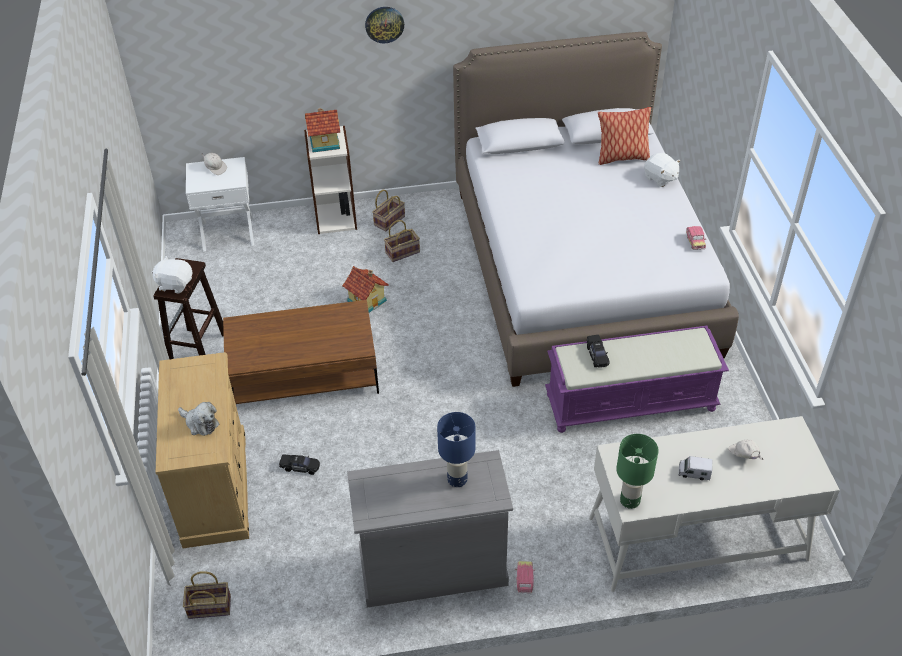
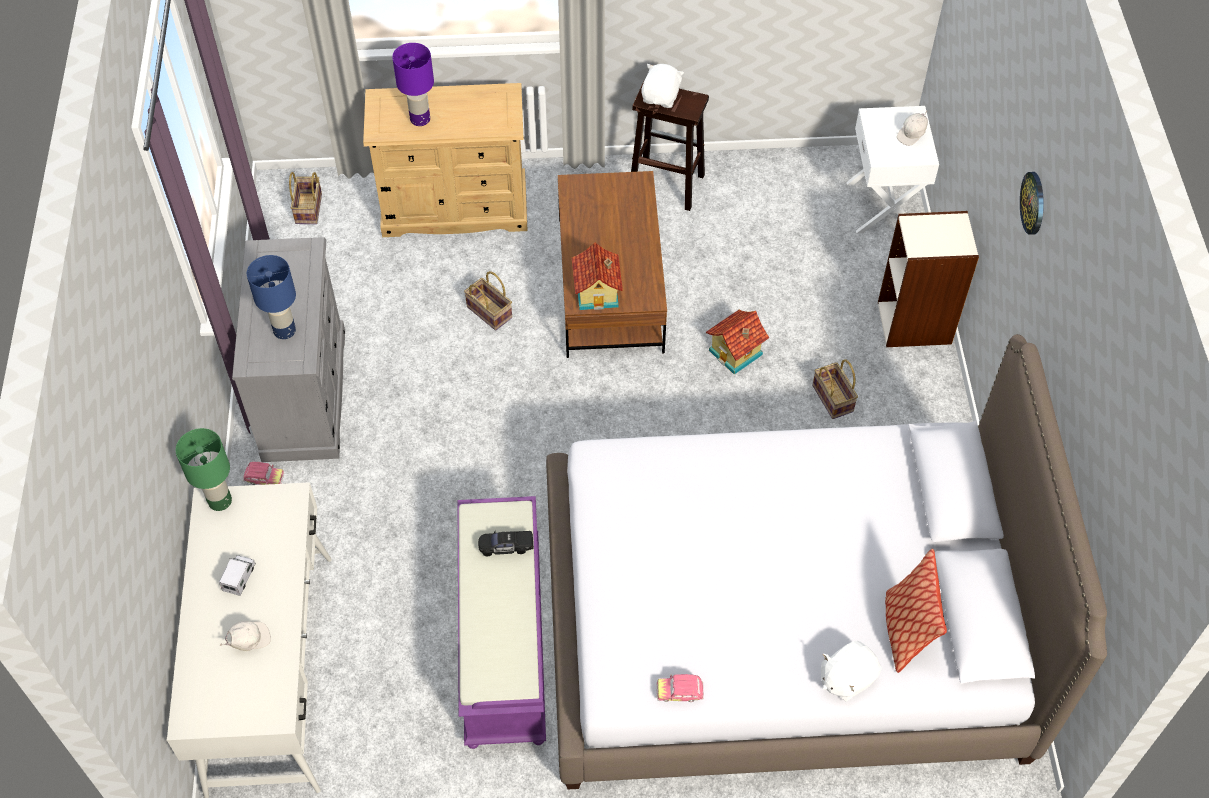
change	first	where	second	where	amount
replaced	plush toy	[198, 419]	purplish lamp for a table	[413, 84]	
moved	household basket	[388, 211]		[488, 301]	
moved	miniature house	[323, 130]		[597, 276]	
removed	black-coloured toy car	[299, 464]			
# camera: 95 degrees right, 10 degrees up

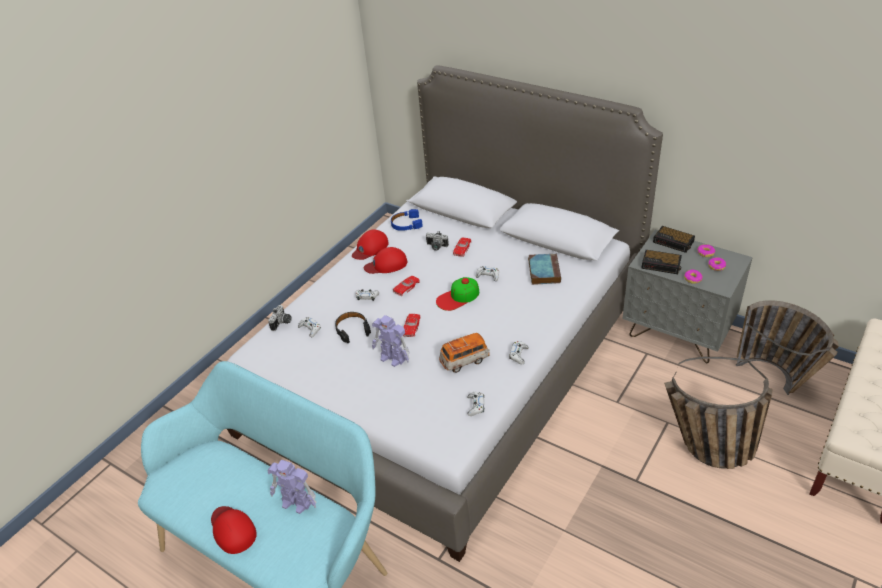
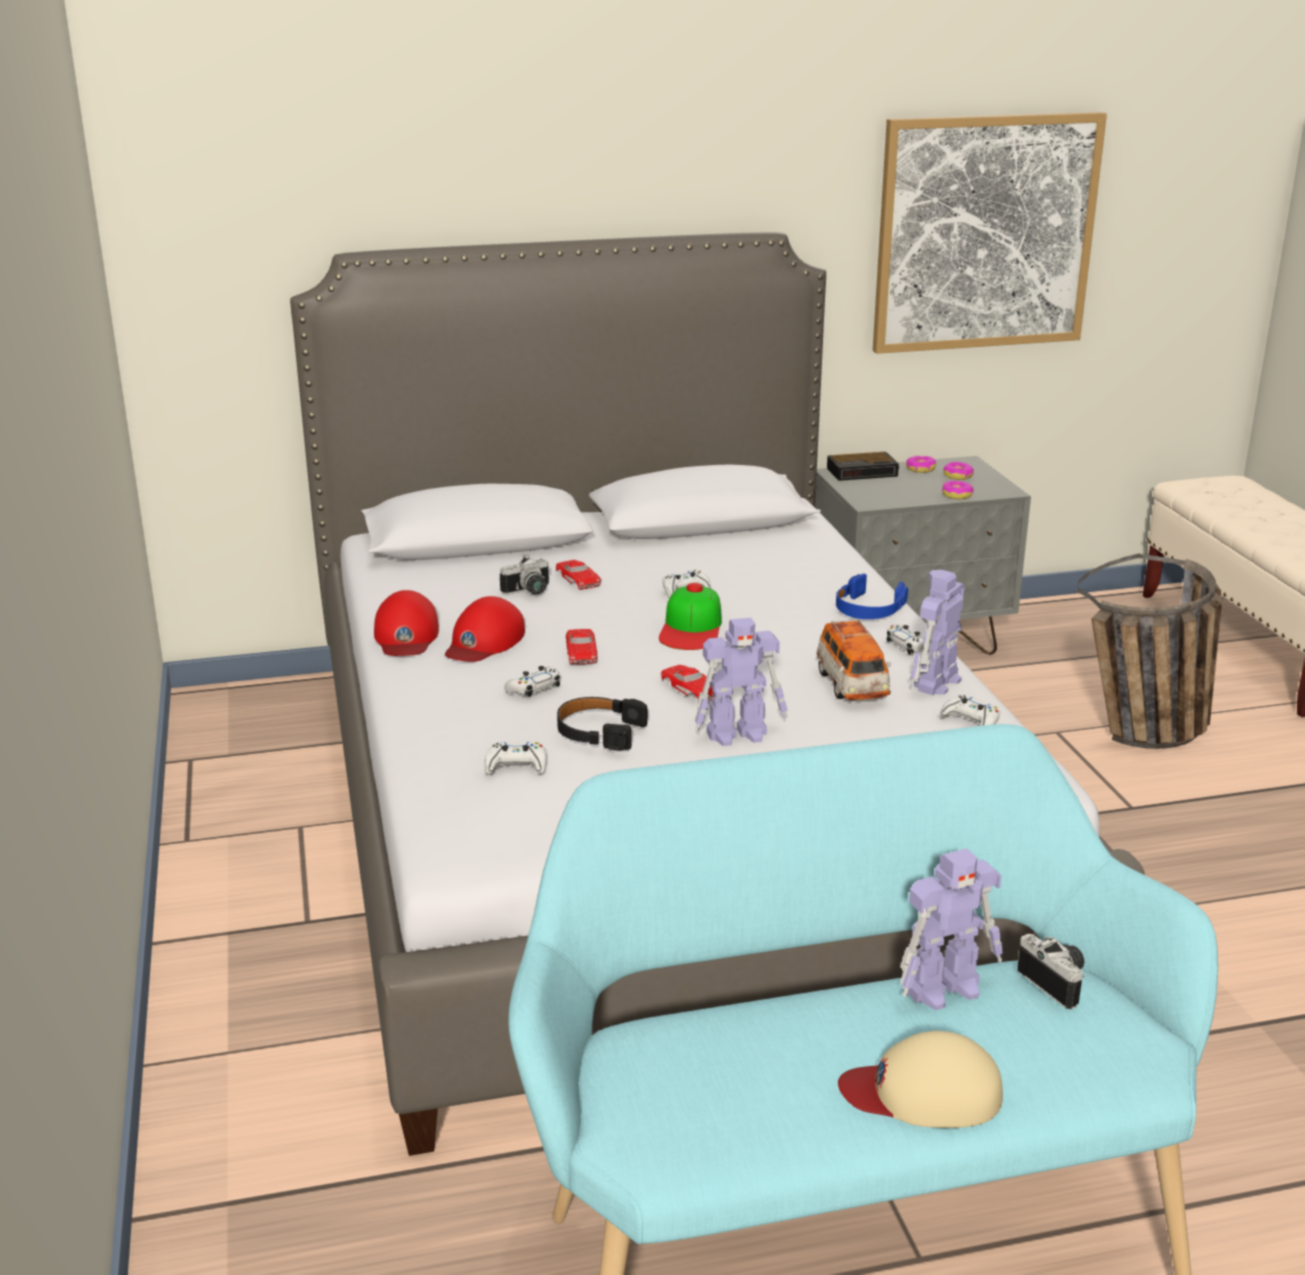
change	first	where	second	where	amount
turned	toy car	[464, 353]		[853, 659]	150 degrees clockwise
moved	blue-coloured headphones	[407, 220]		[872, 596]	
recoloured	red-coloured cap	[234, 530]	beige cap	[920, 1079]	
added			wall art	[990, 233]	
added			model robot	[938, 632]	
moved	still camera	[280, 318]		[1050, 971]	
removed	book	[544, 269]			
removed	alarm clock	[661, 262]			
removed	household basket	[787, 347]			
# camera: 50 degrees left, 15 degrees down

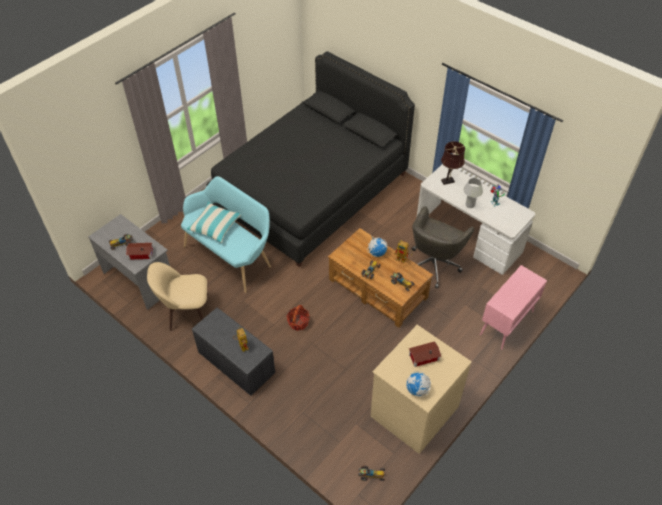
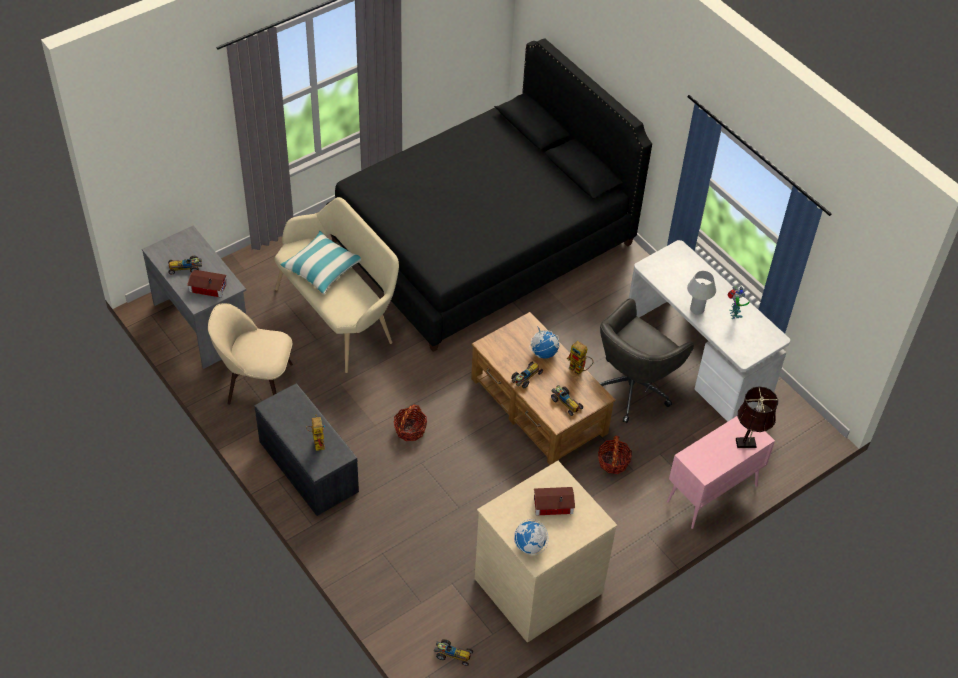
change	first	where	second	where	amount
recoloured	blue-green long seat	[226, 234]	beige long seat	[337, 285]	
added			household basket	[615, 455]	
moved	brownish lamp for a table	[453, 163]		[757, 417]	
# camera: 10 degrees right, 0 degrees up

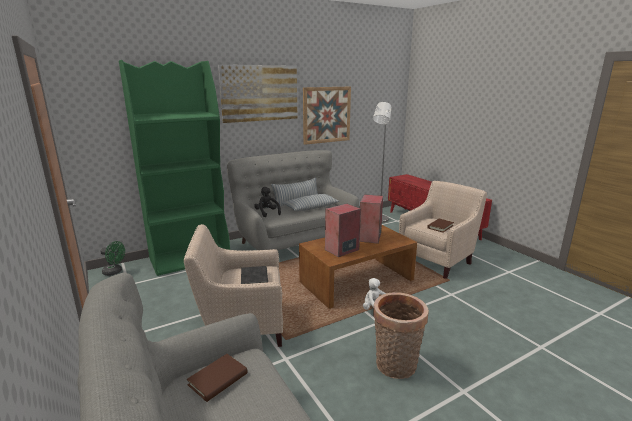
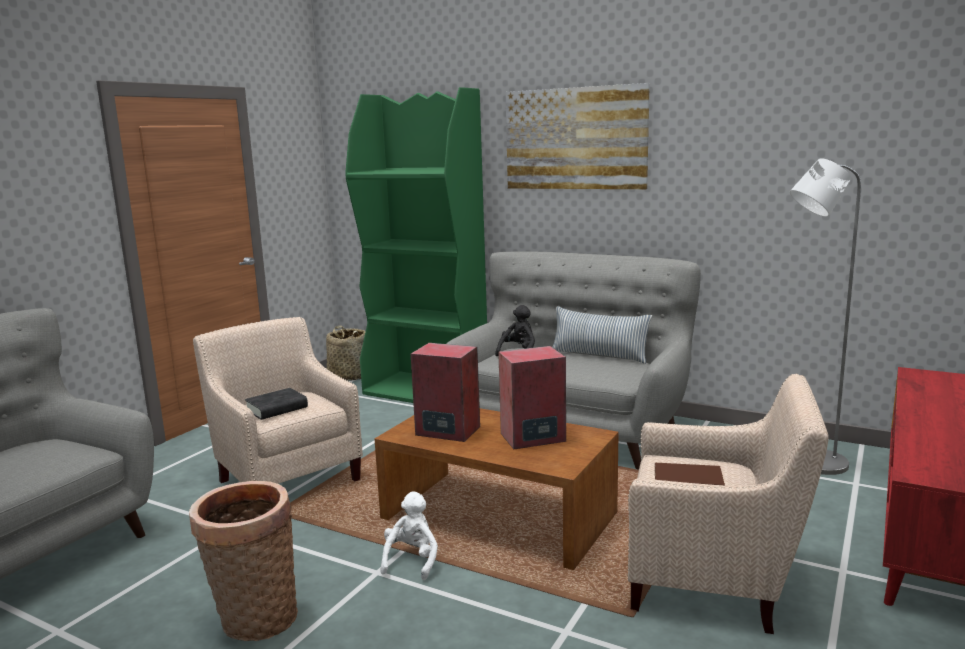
change	first	where	second	where	amount
replaced	green fan	[112, 258]	household basket	[346, 353]	
removed	brownish book	[217, 378]			
removed	pillow	[310, 202]			
removed	wall art	[327, 116]			
# camera: 60 degrees right, 5 degrees down

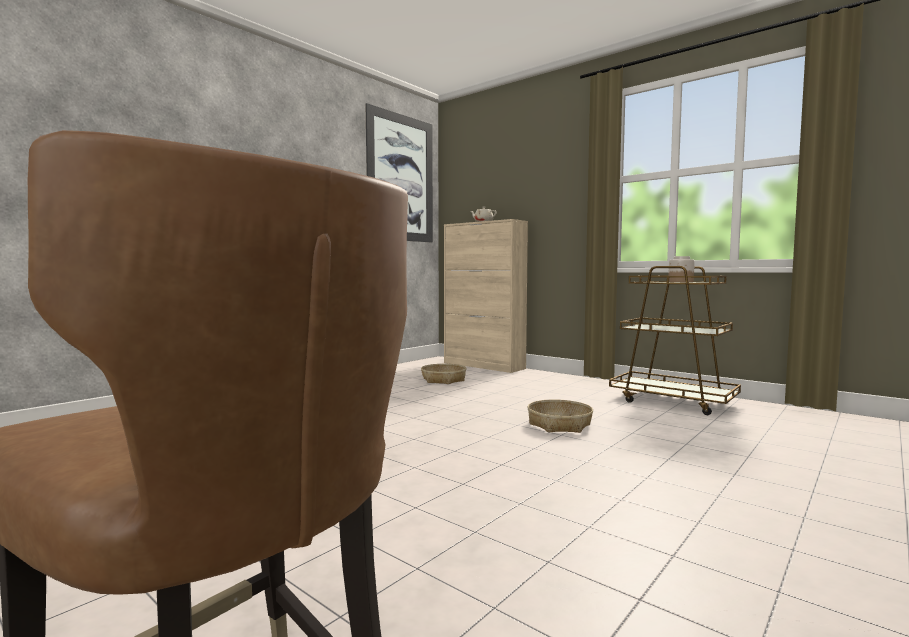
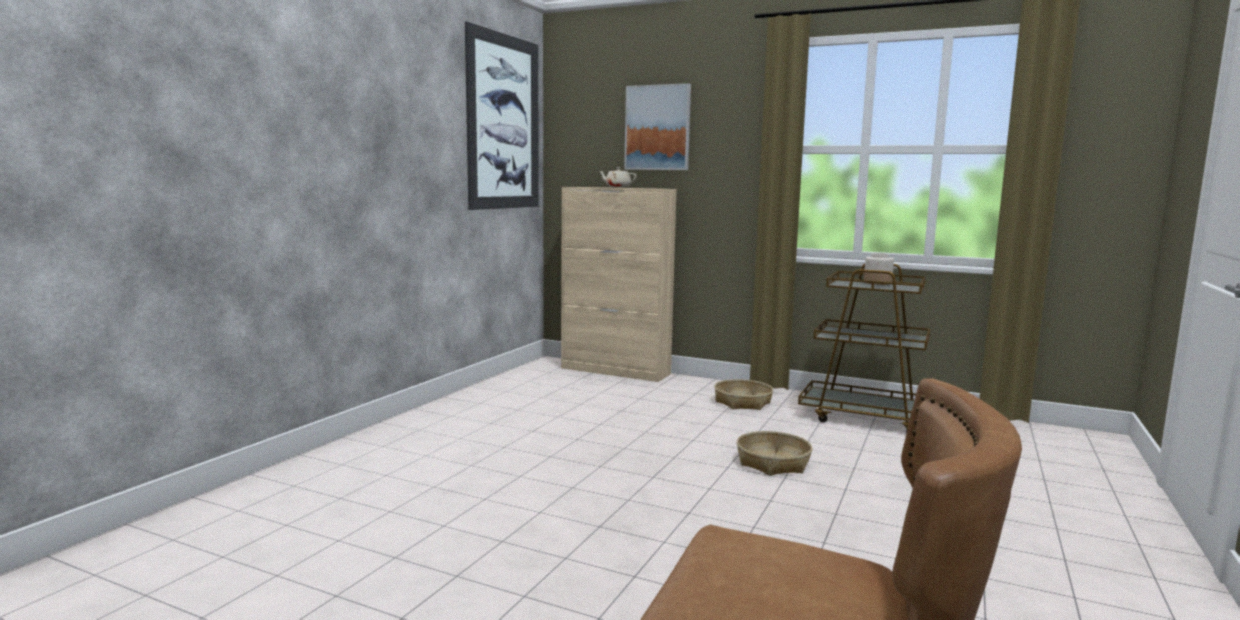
change	first	where	second	where	amount
added			wall art	[657, 126]	
moved	household basket	[443, 374]		[743, 394]	
# camera: 15 degrees left, 5 degrees up

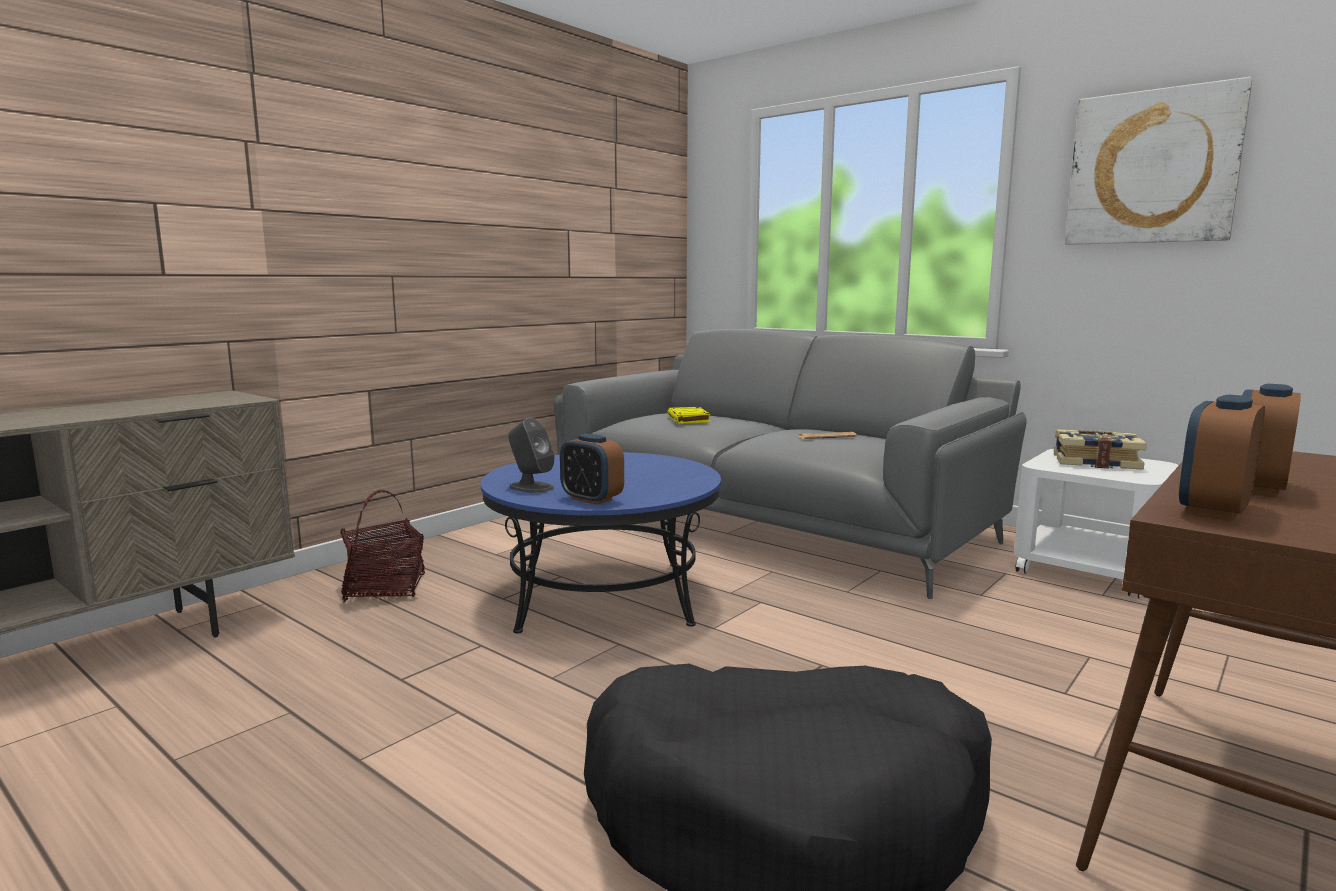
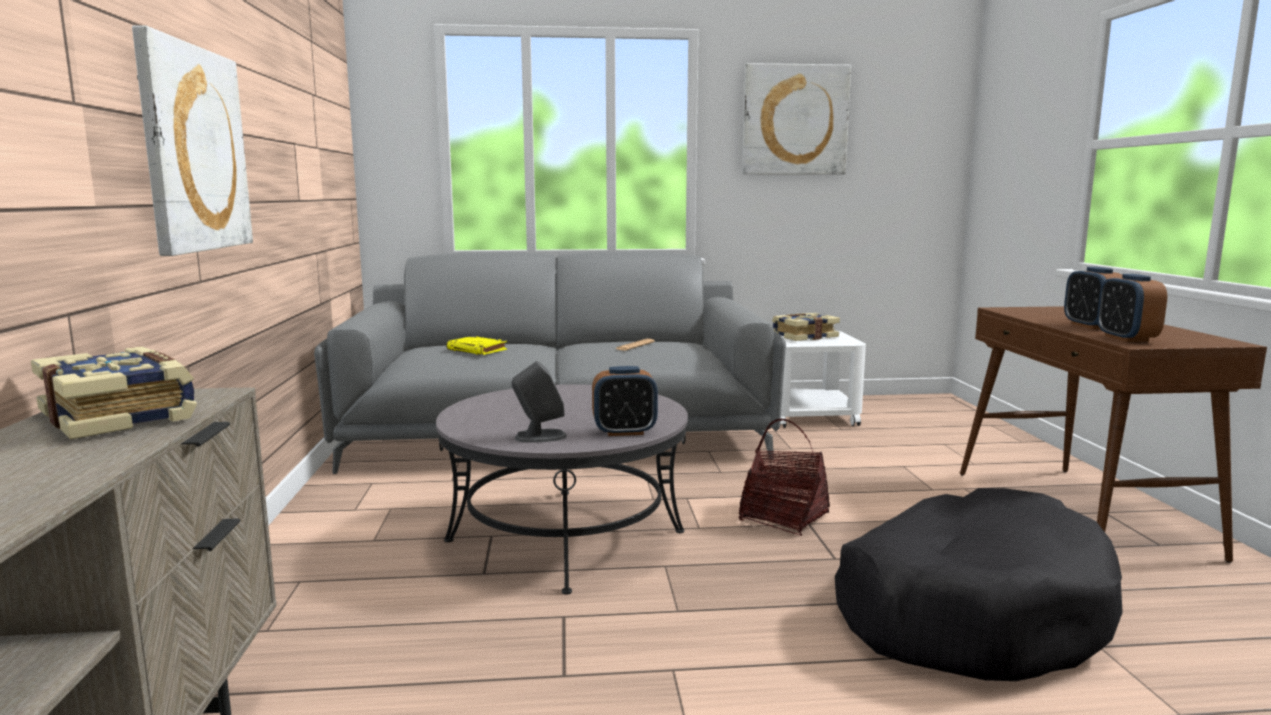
change	first	where	second	where	amount
added			book	[114, 393]	
added			wall art	[192, 140]	
recoloured	blue-coloured low table	[601, 542]	grey low table	[562, 489]	
moved	household basket	[382, 546]		[784, 477]	
# camera: 45 degrees left, 0 degrees up

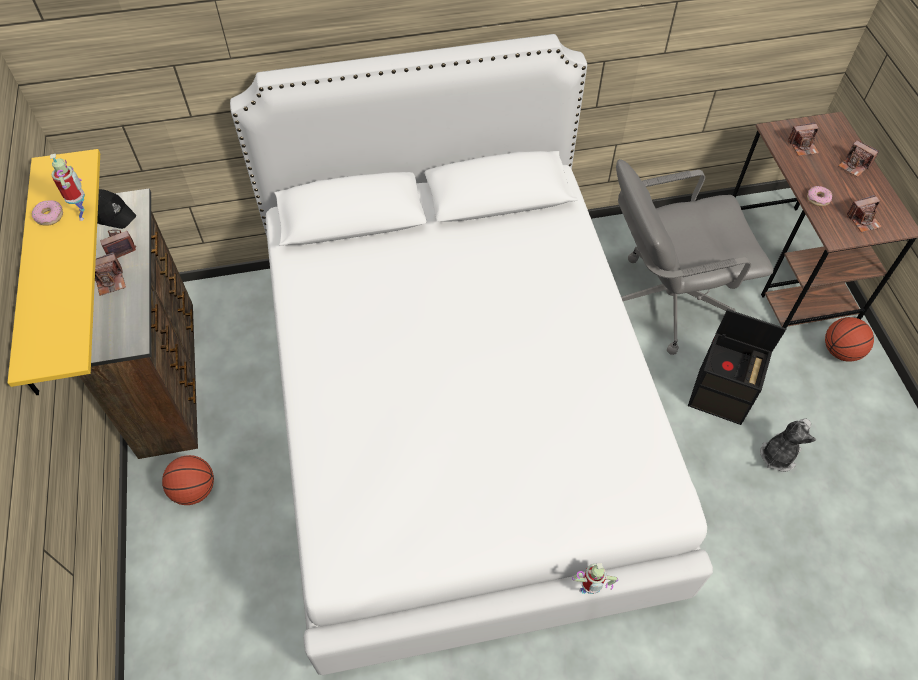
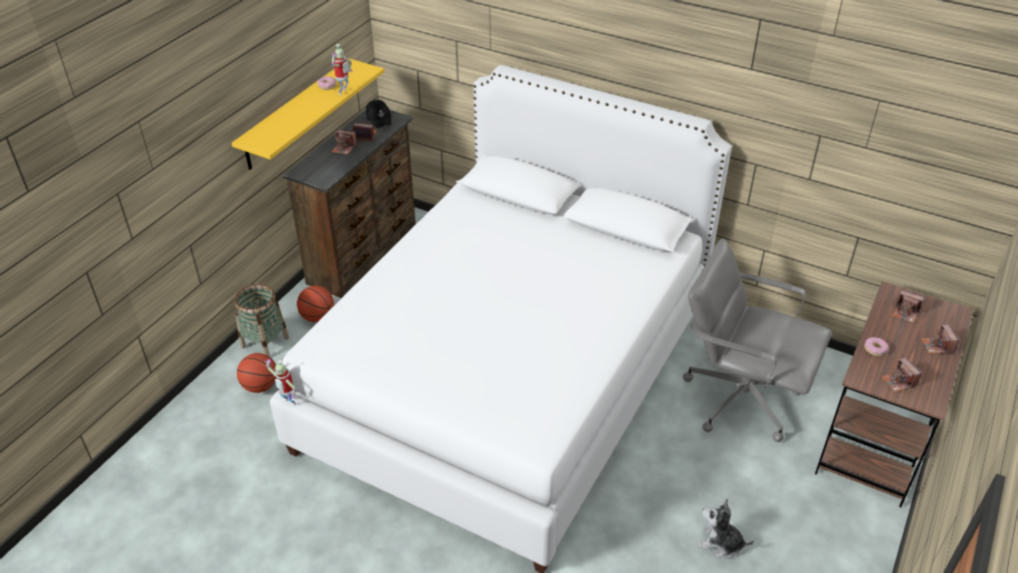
change	first	where	second	where	amount
added			household basket	[261, 320]	
moved	basketball ball	[849, 339]		[256, 373]	
moved	model robot	[595, 578]		[280, 382]	
turned	plush toy	[788, 445]		[726, 529]	150 degrees counterclockwise
turned	still camera	[864, 214]		[902, 375]	45 degrees clockwise
removed	black-coloured storage bin	[737, 367]			
# camera: 40 degrees right, 15 degrees down

